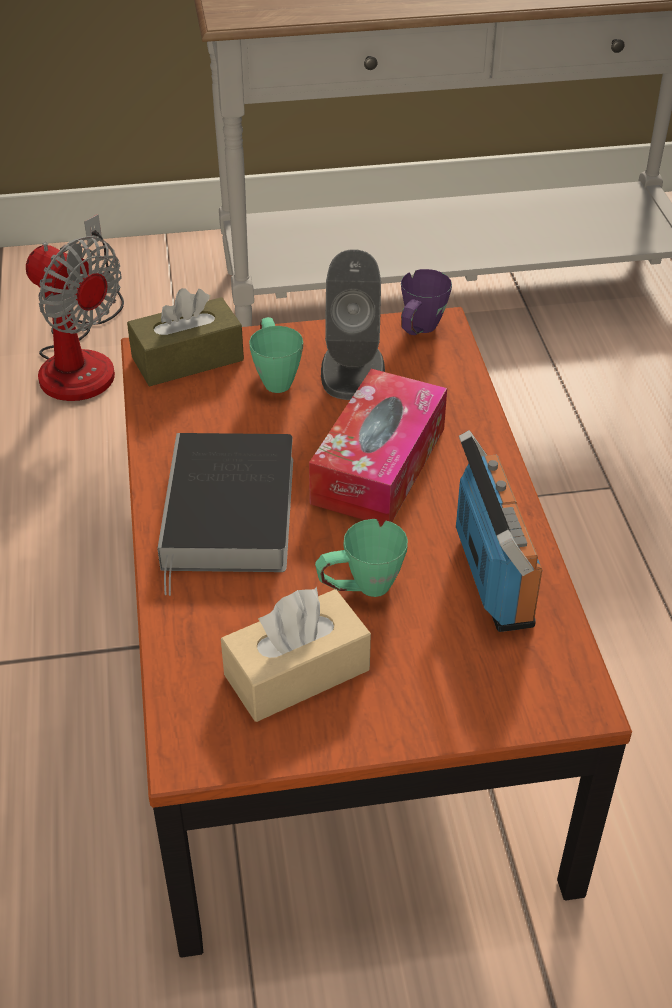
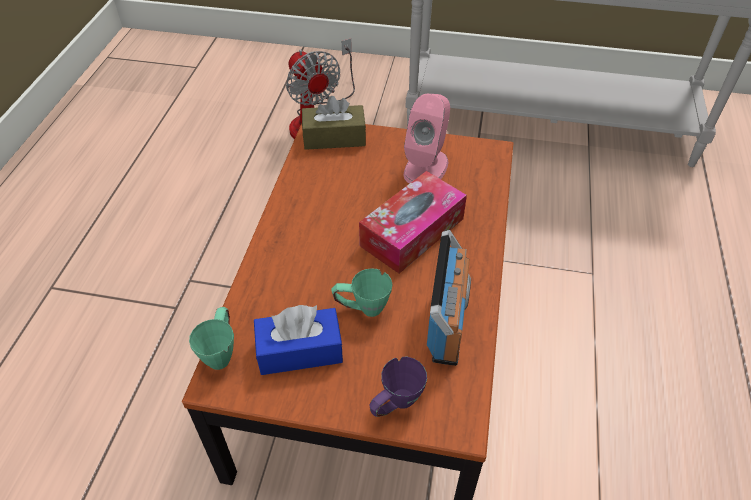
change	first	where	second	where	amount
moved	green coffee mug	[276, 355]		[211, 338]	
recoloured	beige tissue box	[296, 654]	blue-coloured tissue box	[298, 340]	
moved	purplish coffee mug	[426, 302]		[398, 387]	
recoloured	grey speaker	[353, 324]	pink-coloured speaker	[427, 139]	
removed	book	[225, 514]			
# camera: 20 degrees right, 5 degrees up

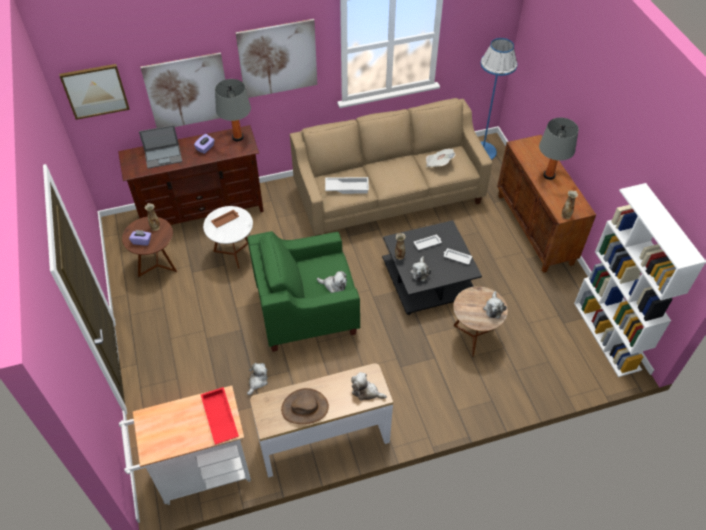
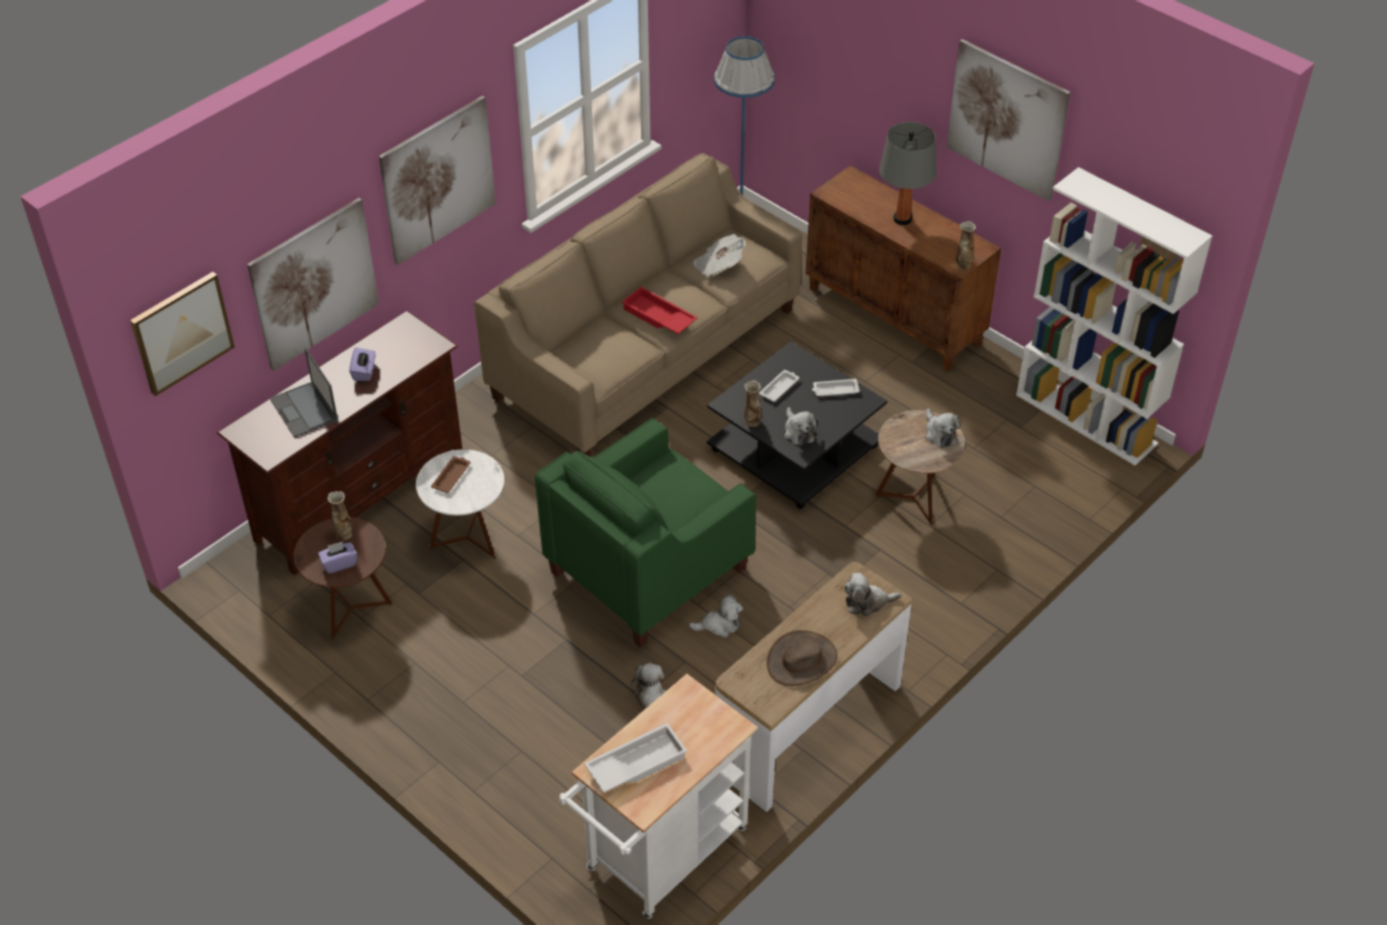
change	first	where	second	where	amount
turned	portable computer	[160, 147]		[304, 393]	105 degrees clockwise
moved	whitish serving tray	[347, 185]		[635, 758]	
moved	red-coloured serving tray	[219, 416]		[659, 310]	
moved	plush toy	[332, 282]		[716, 616]	
added			wall art	[1008, 120]	
removed	grey lamp for a table	[233, 110]			
# camera: 30 degrees left, 5 degrees down

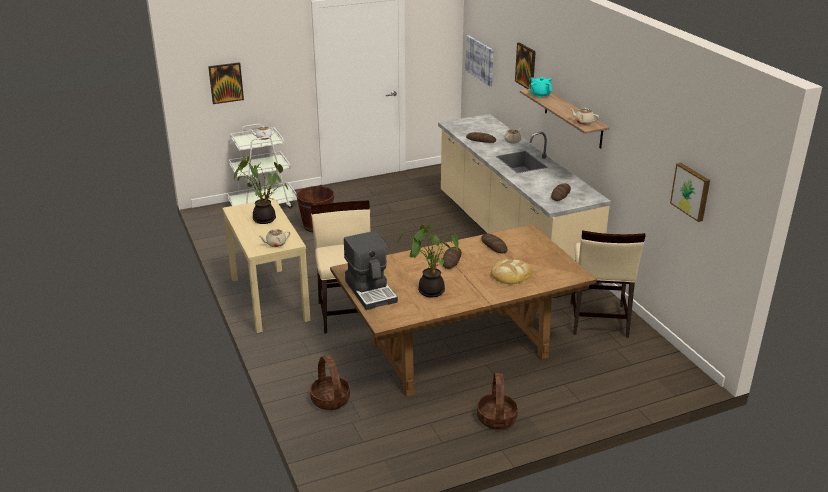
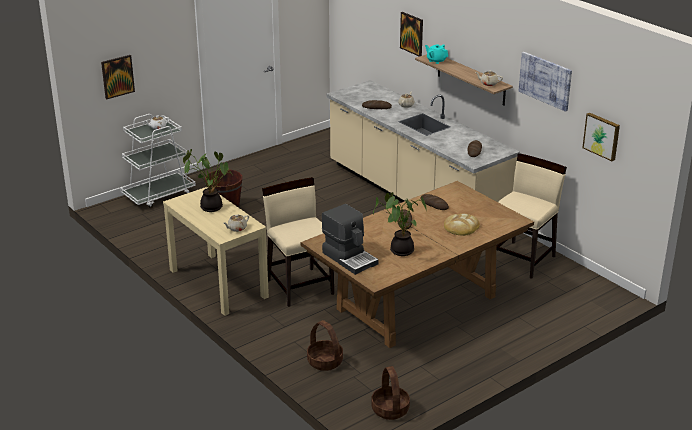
change	first	where	second	where	amount
moved	household basket	[497, 401]		[390, 393]	
turned	beige plain chair	[608, 284]		[531, 216]	135 degrees counterclockwise
moved	wall art	[479, 60]		[545, 82]	
# camera: 15 degrees left, 0 degrees up

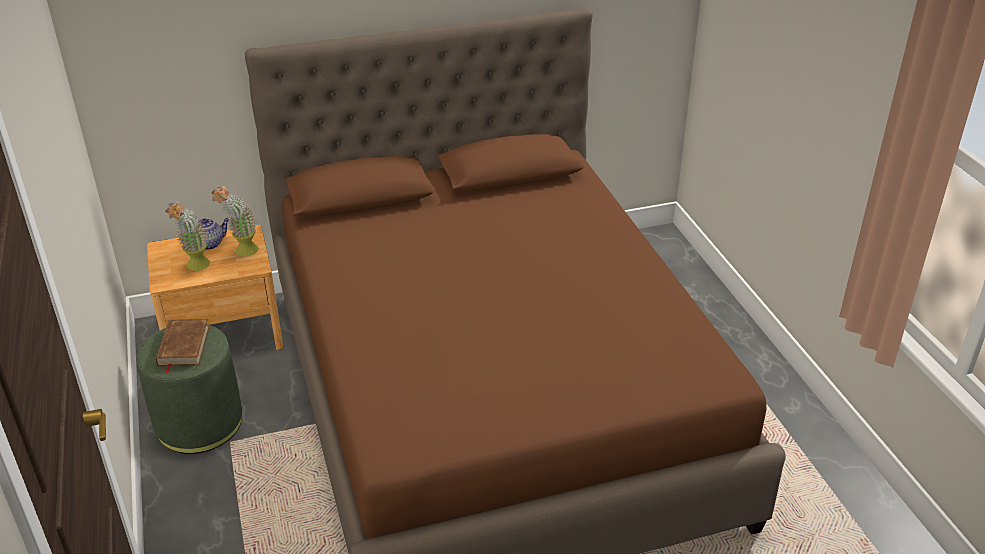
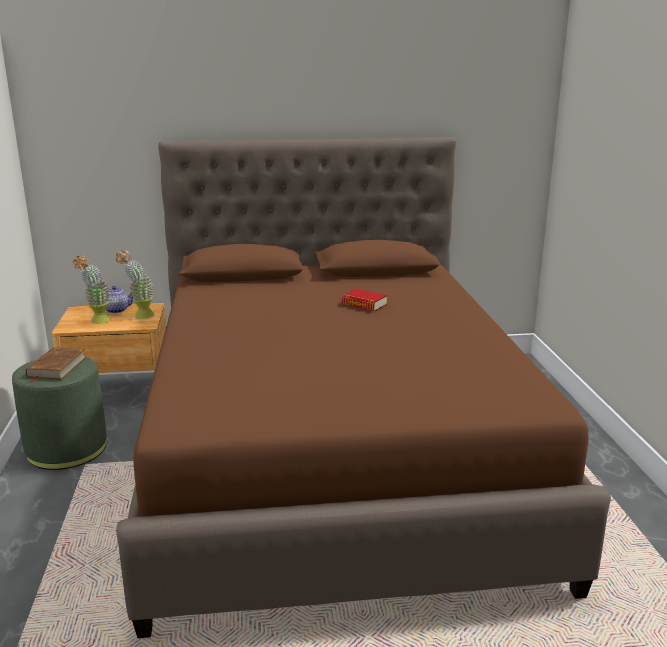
change	first	where	second	where	amount
added			book	[364, 300]	
# camera: 10 degrees right, 15 degrees down

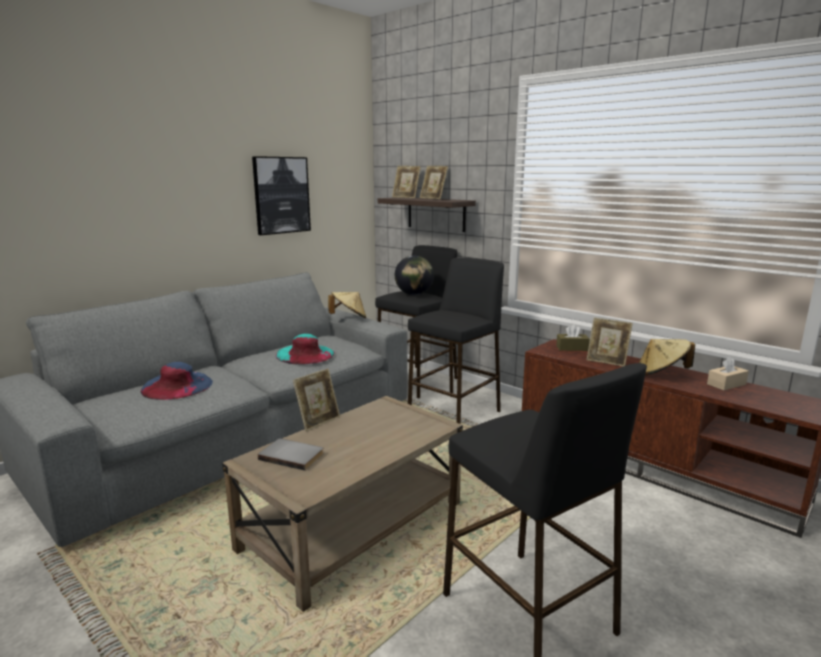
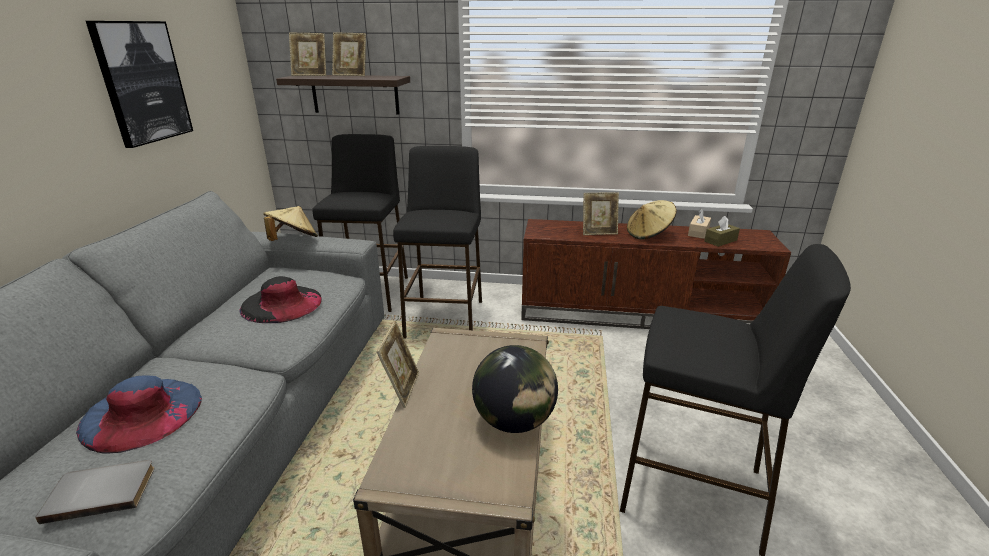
change	first	where	second	where	amount
moved	grey book	[291, 454]		[95, 492]	
recoloured	blue-green hat	[305, 349]	black-coloured hat	[280, 299]	
moved	world globe	[414, 275]		[515, 389]	
moved	brownish tissue box	[573, 337]		[722, 231]	
# camera: 35 degrees left, 10 degrees up

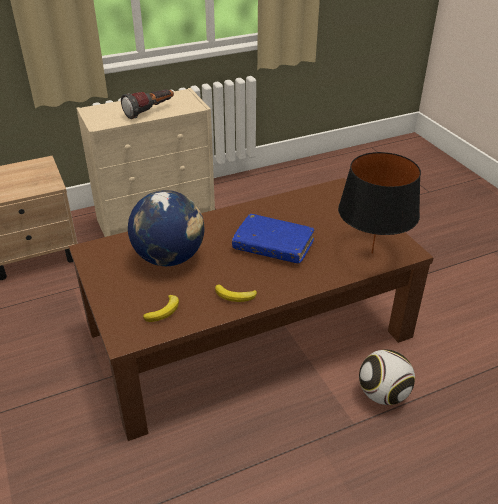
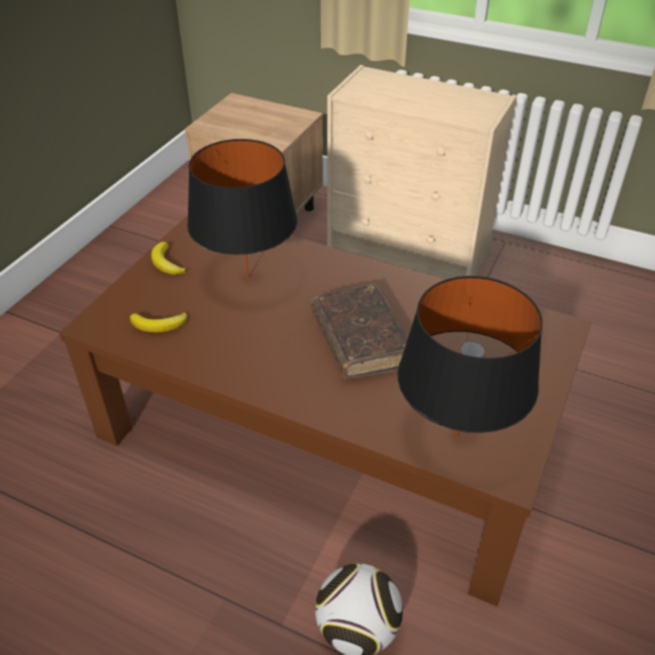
change	first	where	second	where	amount
moved	banana fruit	[236, 293]		[169, 258]	
replaced	world globe	[166, 228]	black-coloured lamp for a table	[242, 209]	
recoloured	blue-coloured book	[273, 239]	brownish book	[359, 331]	
removed	hand torch	[147, 104]			
# camera: 50 degrees right, 5 degrees up

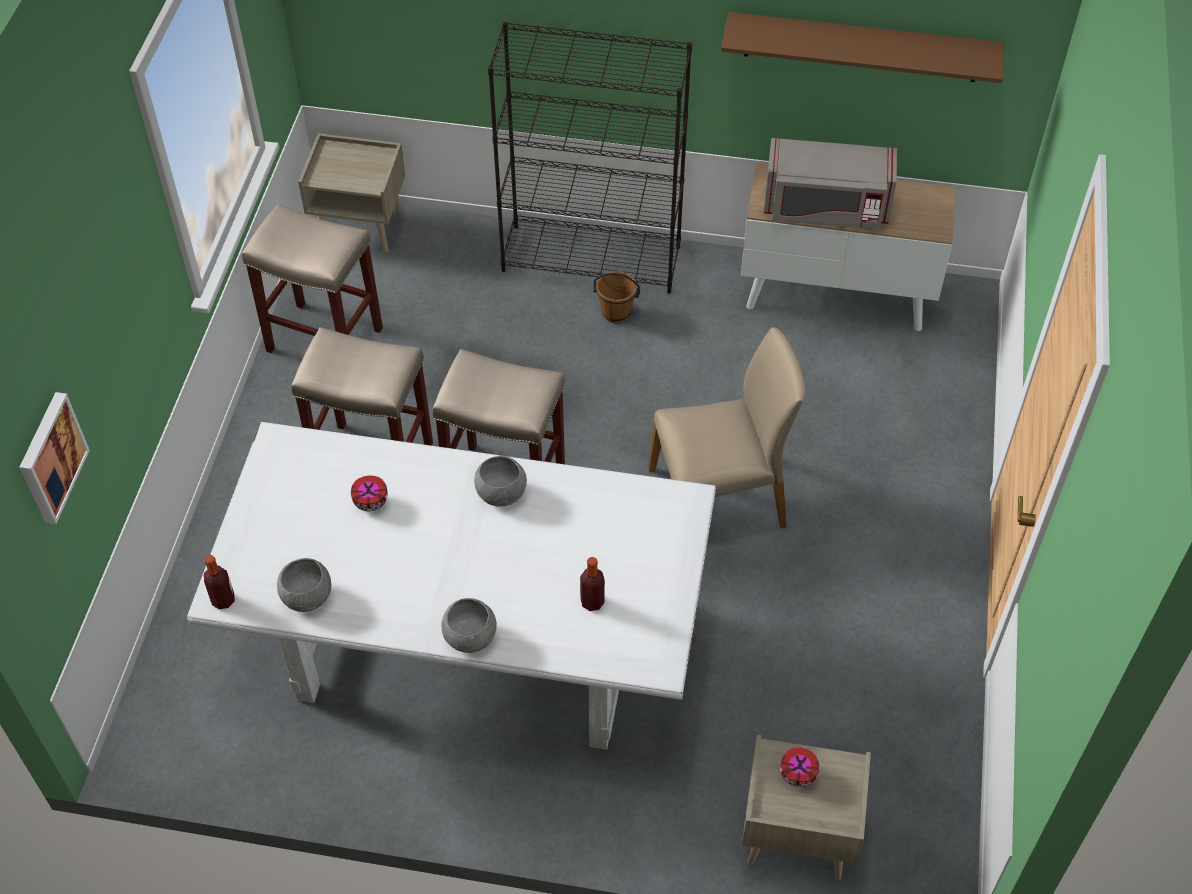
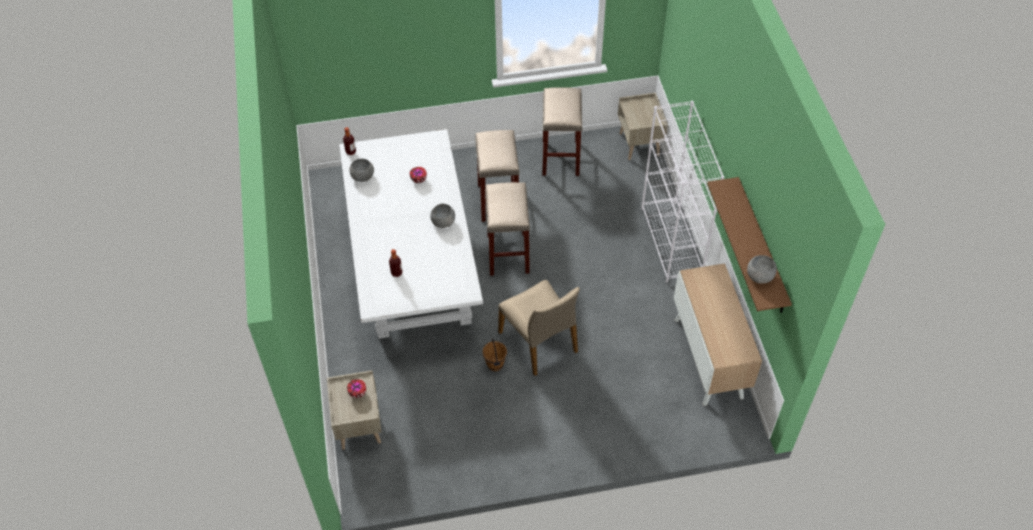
change	first	where	second	where	amount
moved	brownish pail	[616, 297]		[495, 355]	
recoloured	black-coloured shelving unit	[590, 158]	whitish shelving unit	[682, 191]	
moved	grey deep dish	[469, 625]		[762, 269]	
removed	wall art	[54, 458]			
removed	grey kitchen microwave	[830, 184]			
# camera: 70 degrees right, 0 degrees up

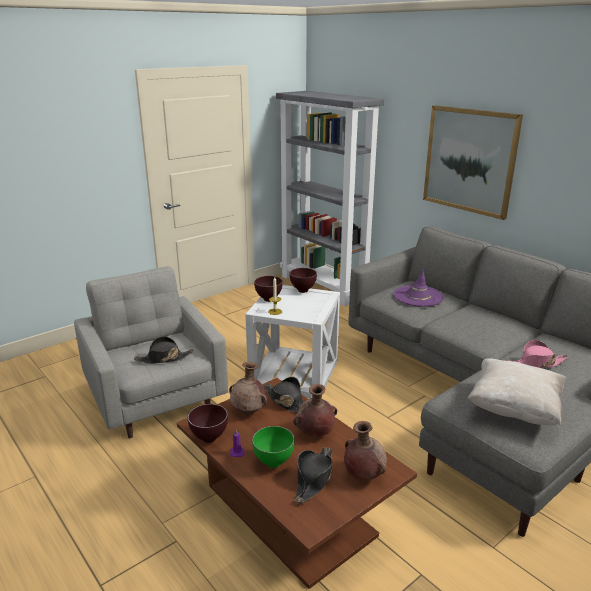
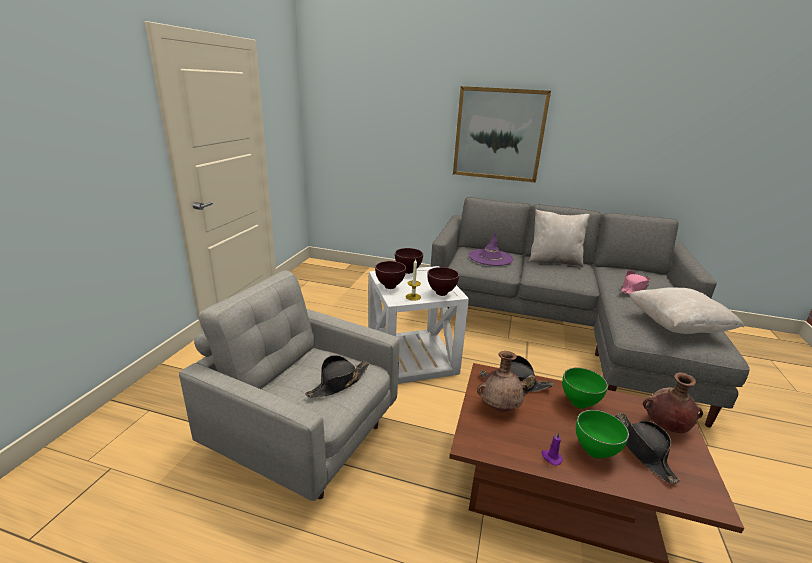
change	first	where	second	where	amount
moved	brownish deep dish	[208, 423]		[443, 281]	
added			beige pillow	[559, 238]	
replaced	brownish decorative vase	[315, 410]	green deep dish	[585, 388]	
removed	grey shelving unit	[330, 198]			
# camera: 35 degrees left, 0 degrees up

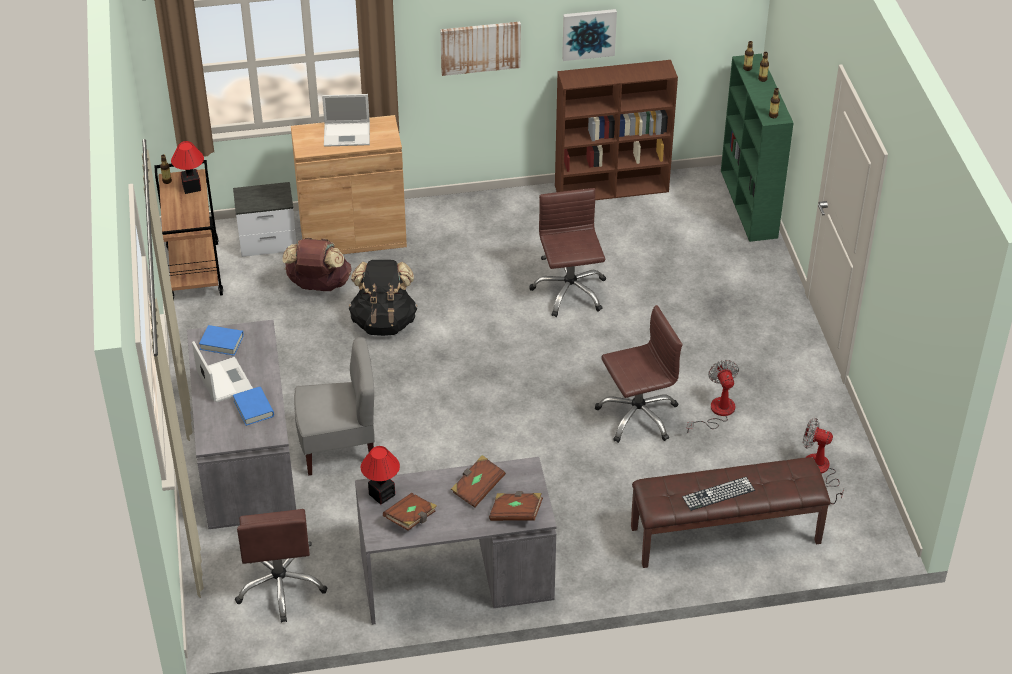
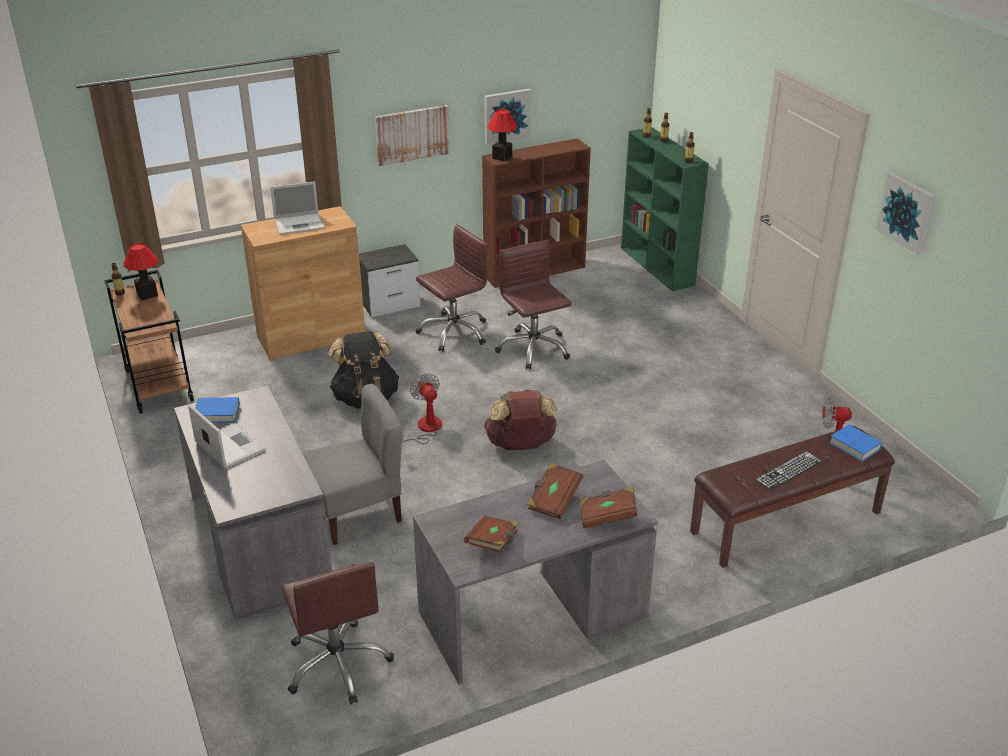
change	first	where	second	where	amount
moved	bedside table	[265, 219]		[389, 281]	
moved	fan	[713, 396]		[422, 408]	
moved	brownish desk chair	[638, 374]		[451, 288]	
moved	brownish backpack	[317, 264]		[520, 420]	
moved	lamp for a table	[380, 475]		[502, 135]	
moved	blue-coloured book	[253, 406]		[855, 443]	
added			wall art	[906, 213]	
# camera: 15 degrees left, 10 degrees down

